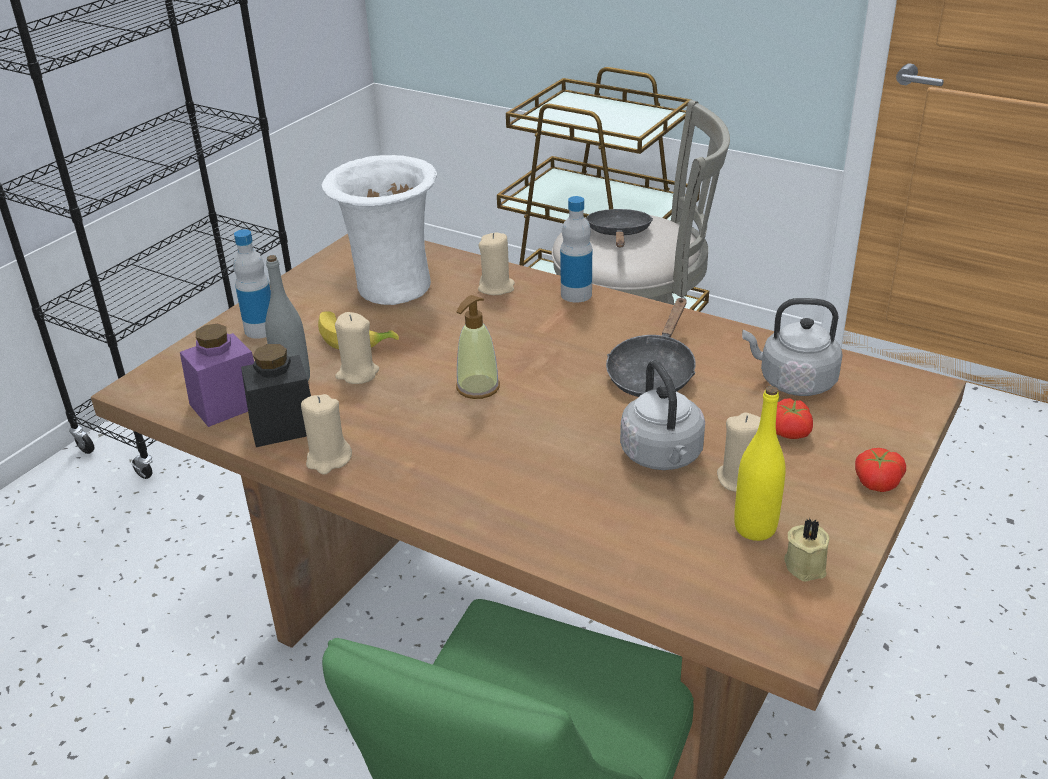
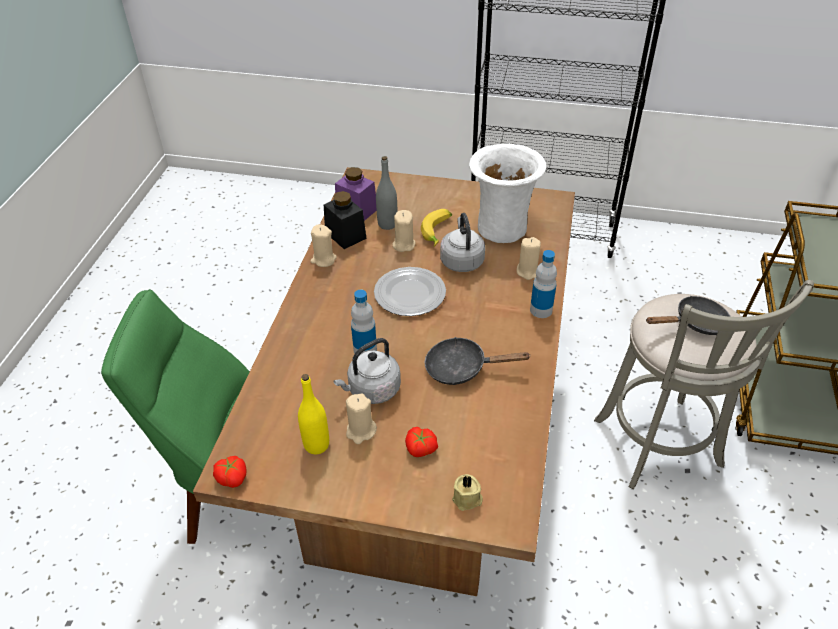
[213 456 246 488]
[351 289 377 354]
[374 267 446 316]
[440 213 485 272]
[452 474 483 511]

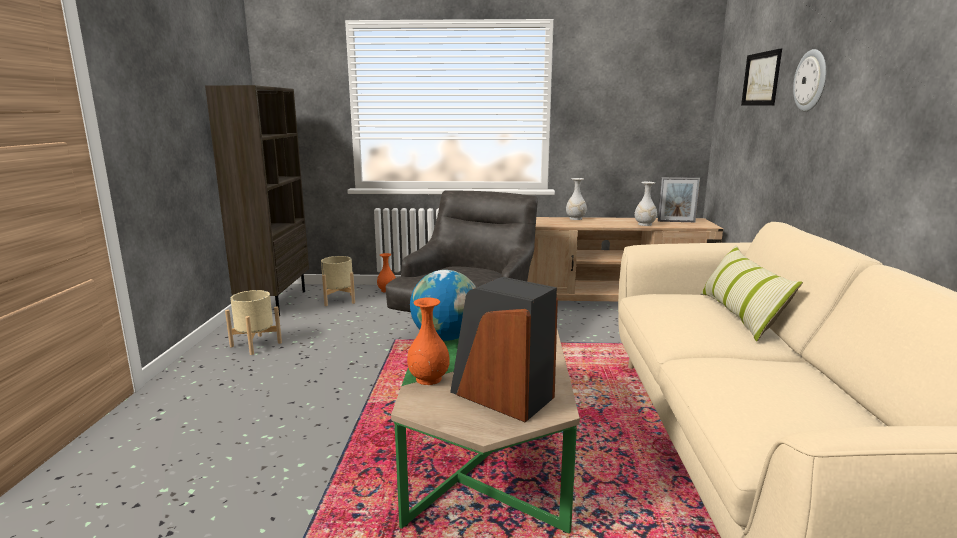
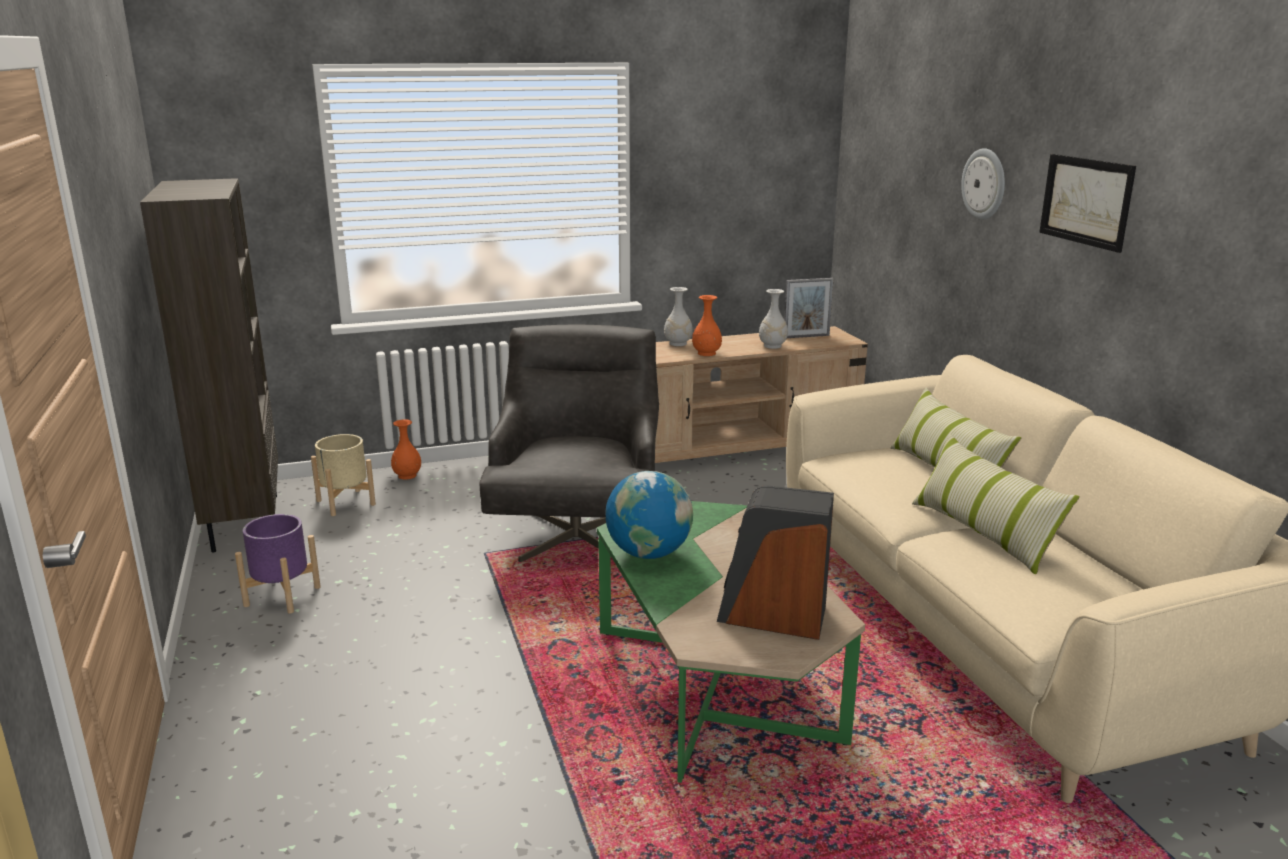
[235 514 321 613]
[692 295 722 356]
[912 434 1080 574]
[1039 154 1136 253]

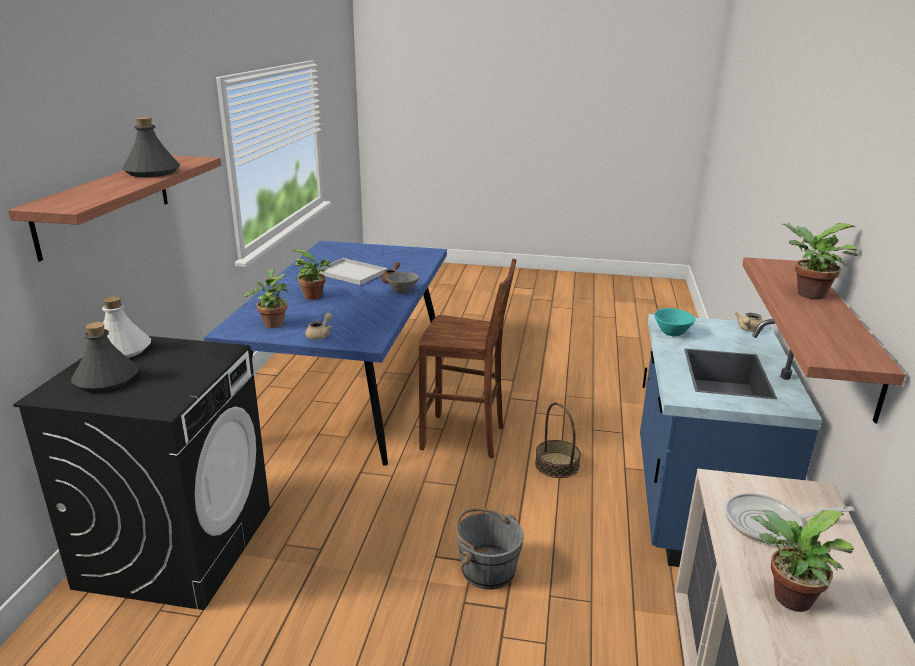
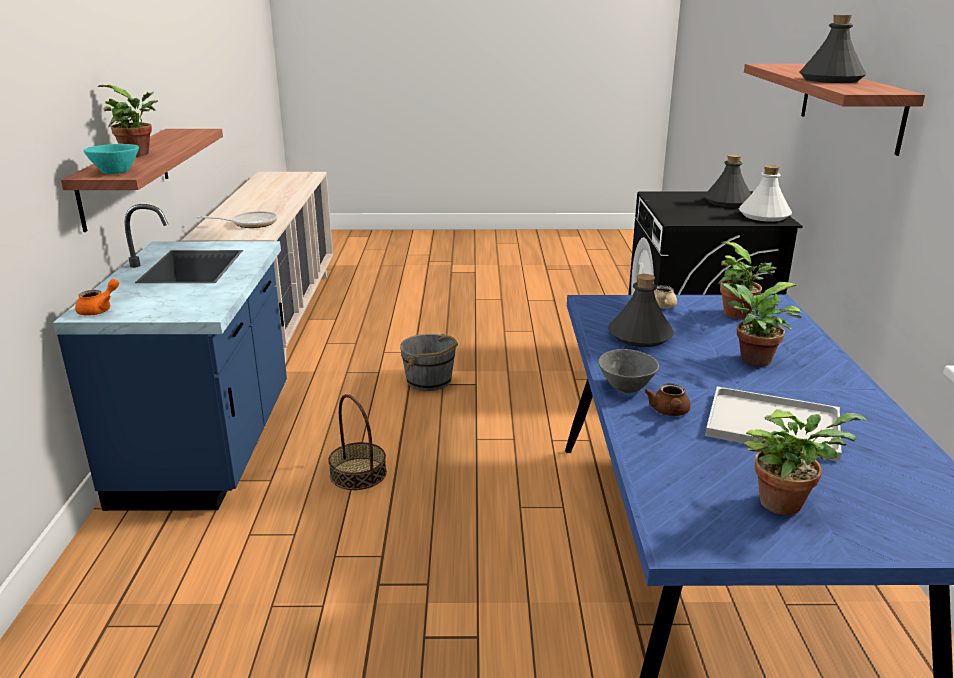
[75 279 119 316]
[83 144 139 174]
[608 274 674 347]
[744 410 866 515]
[419 259 516 458] (first image)

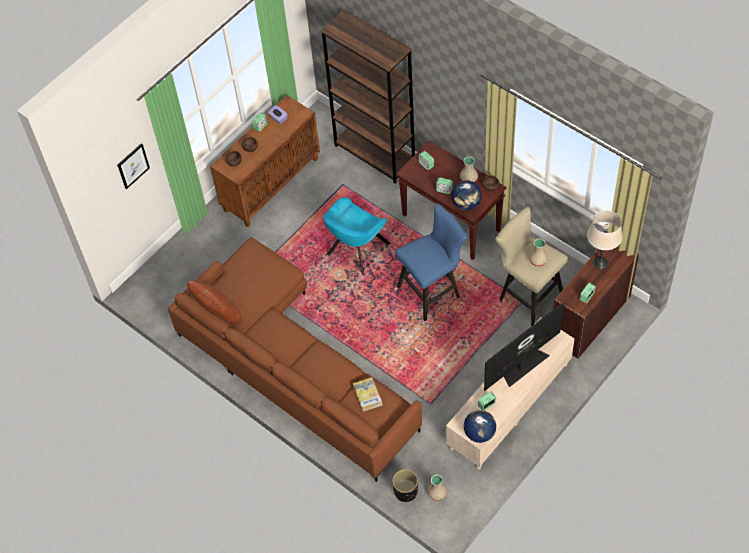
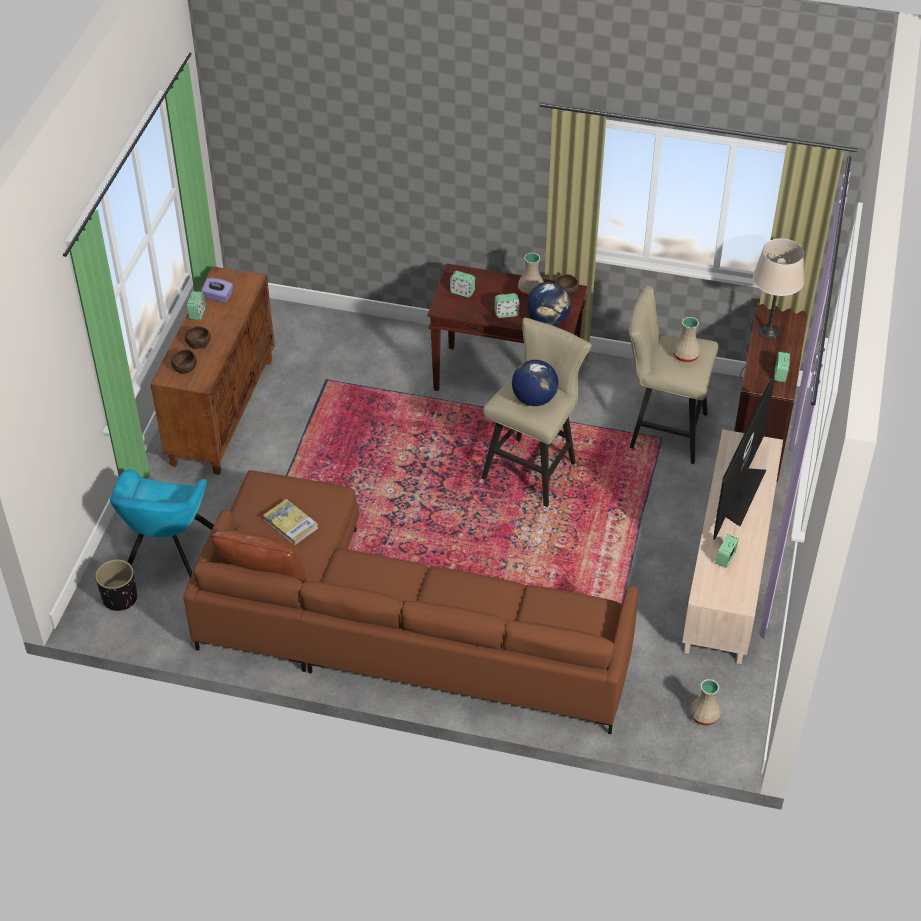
[95 559 137 611]
[110 469 214 578]
[263 499 318 545]
[481 318 592 507]
[512 360 558 406]
[117 143 150 189] (first image)
[321 10 415 184] (first image)

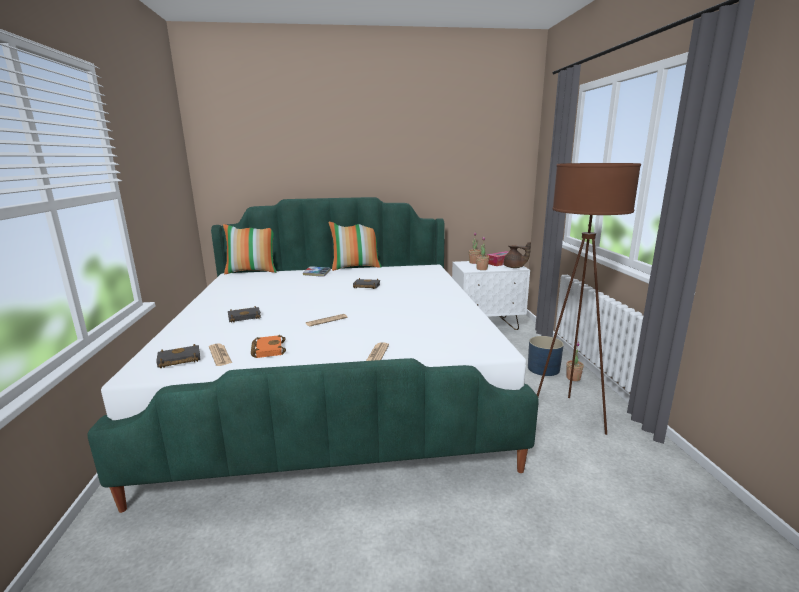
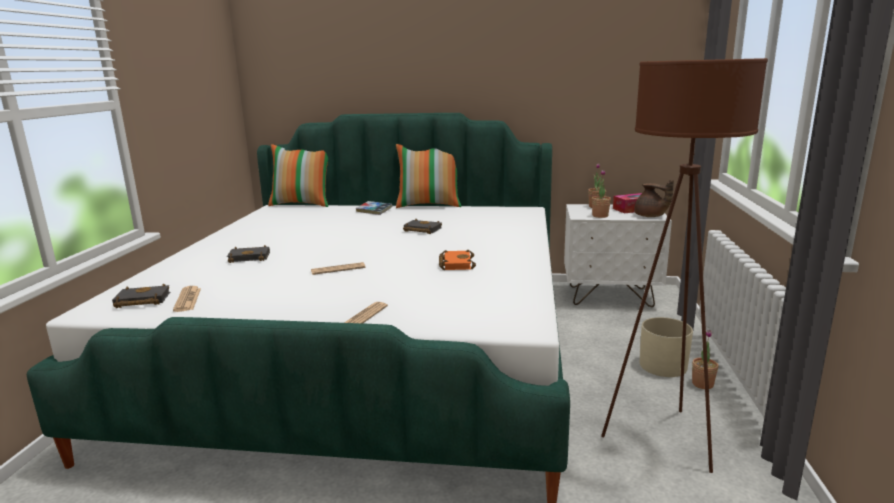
[439 250 476 270]
[640 317 693 377]

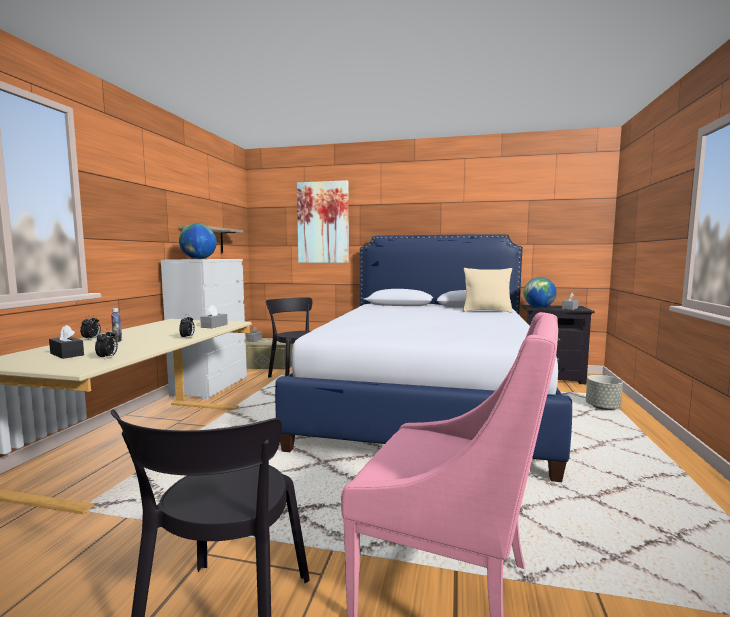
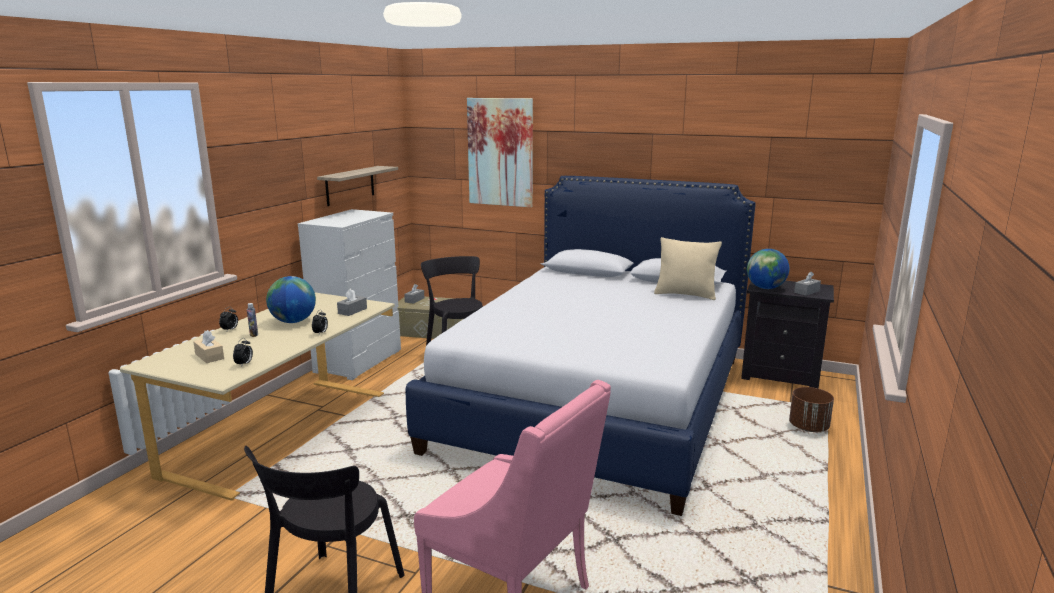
[193 330 224 363]
[266 276 316 323]
[789 387 834 432]

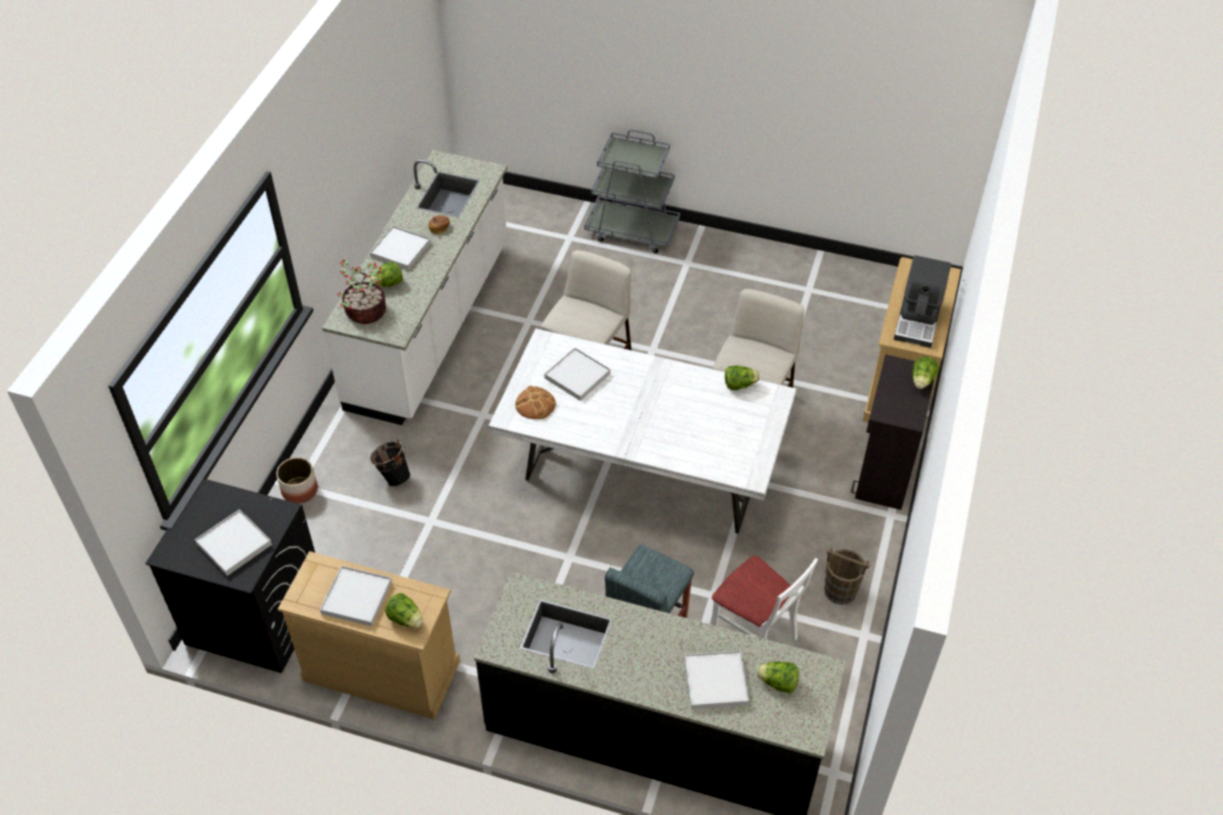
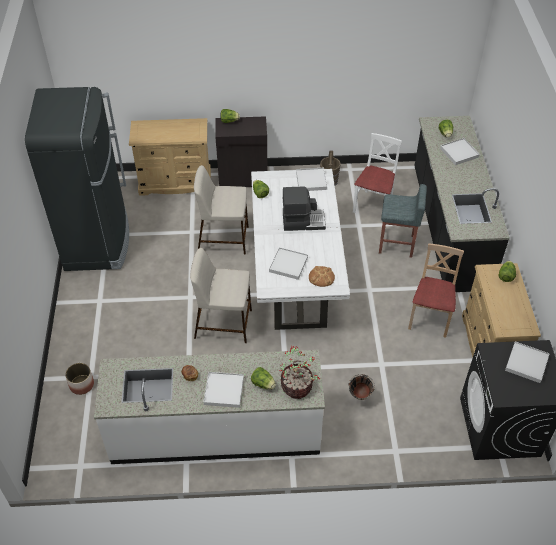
[25 87 129 271]
[65 363 94 395]
[283 186 326 231]
[296 168 327 191]
[408 243 464 338]
[584 129 680 253] (first image)

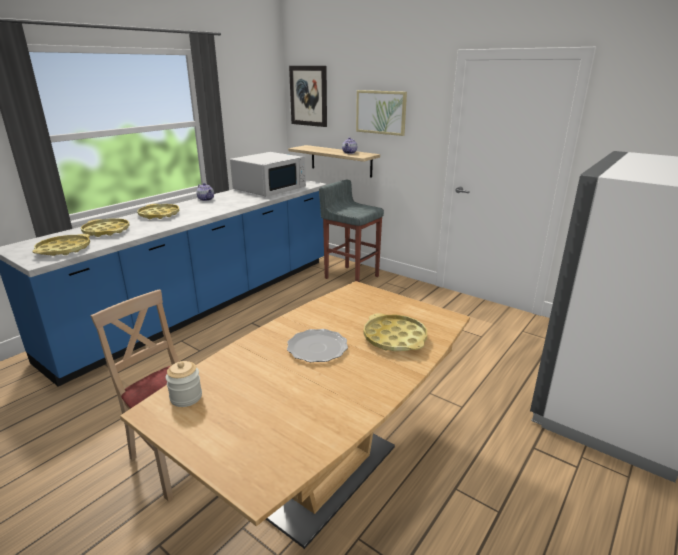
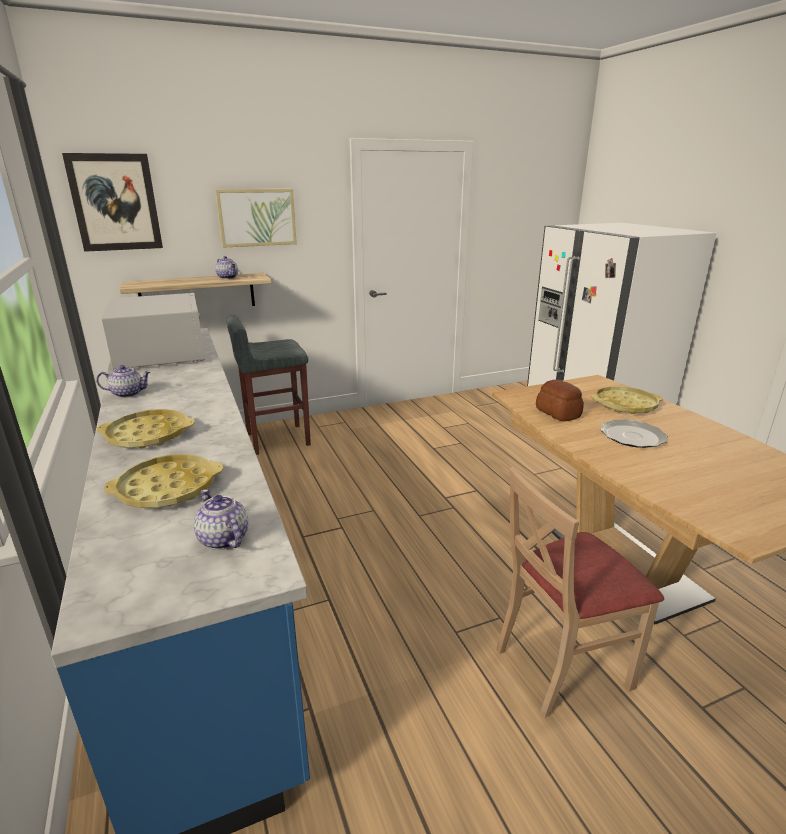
[194 489 248 550]
[536 379 584 421]
[166 361 202 407] (first image)

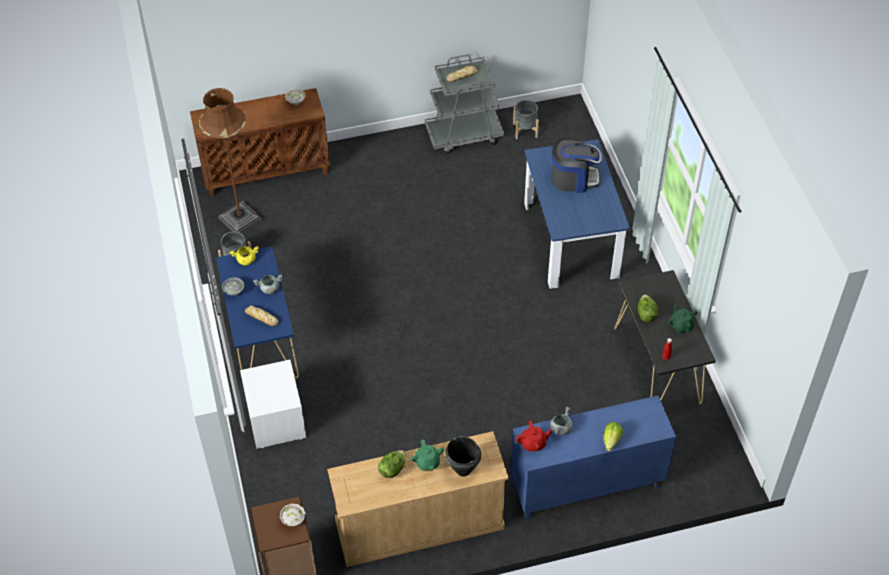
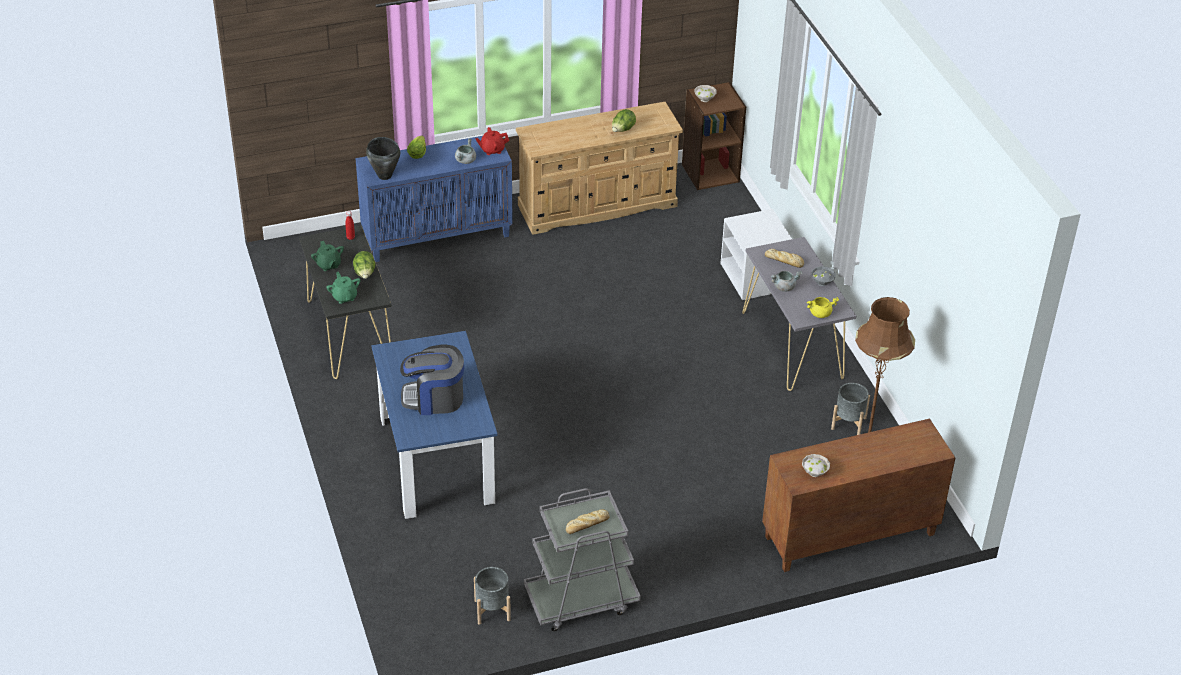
[326 272 361 304]
[366 137 400 180]
[742 237 856 391]

